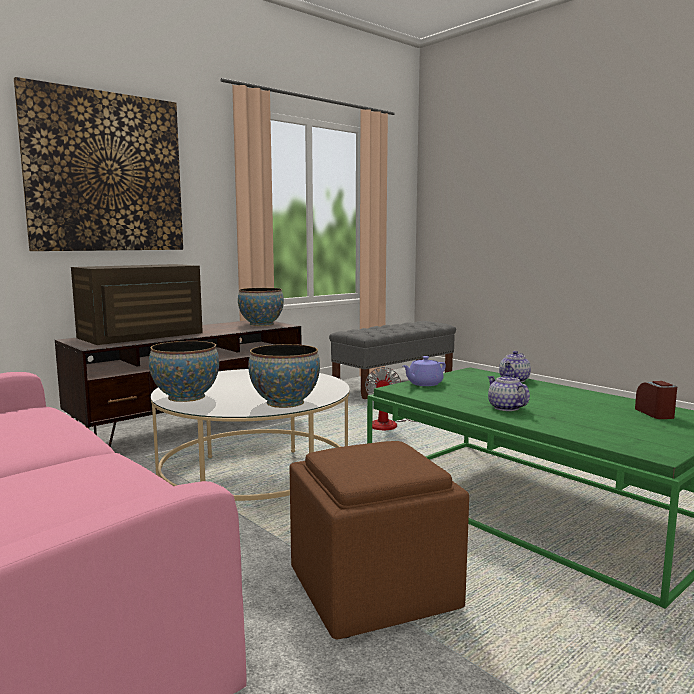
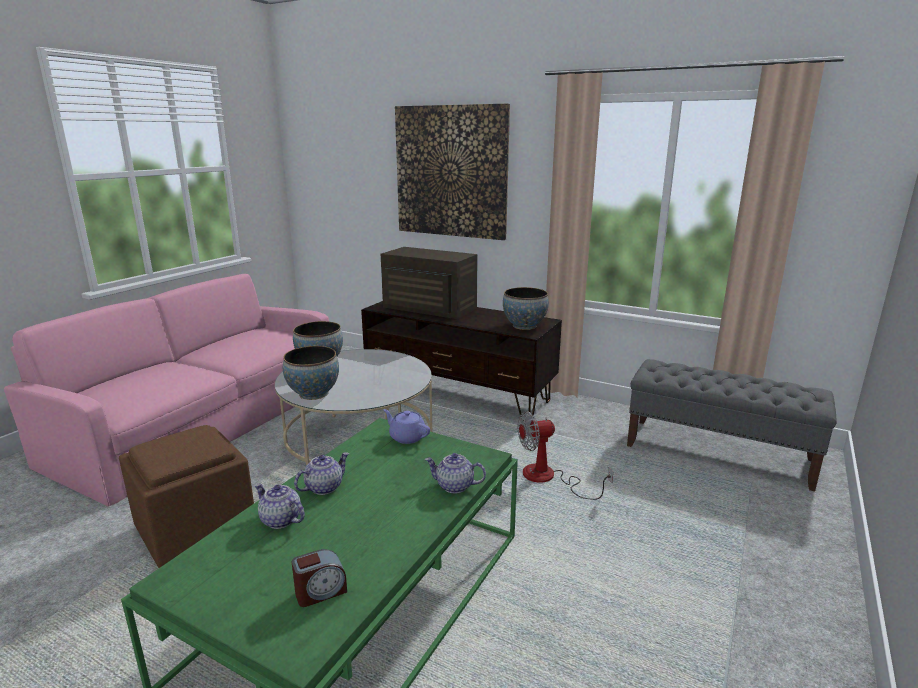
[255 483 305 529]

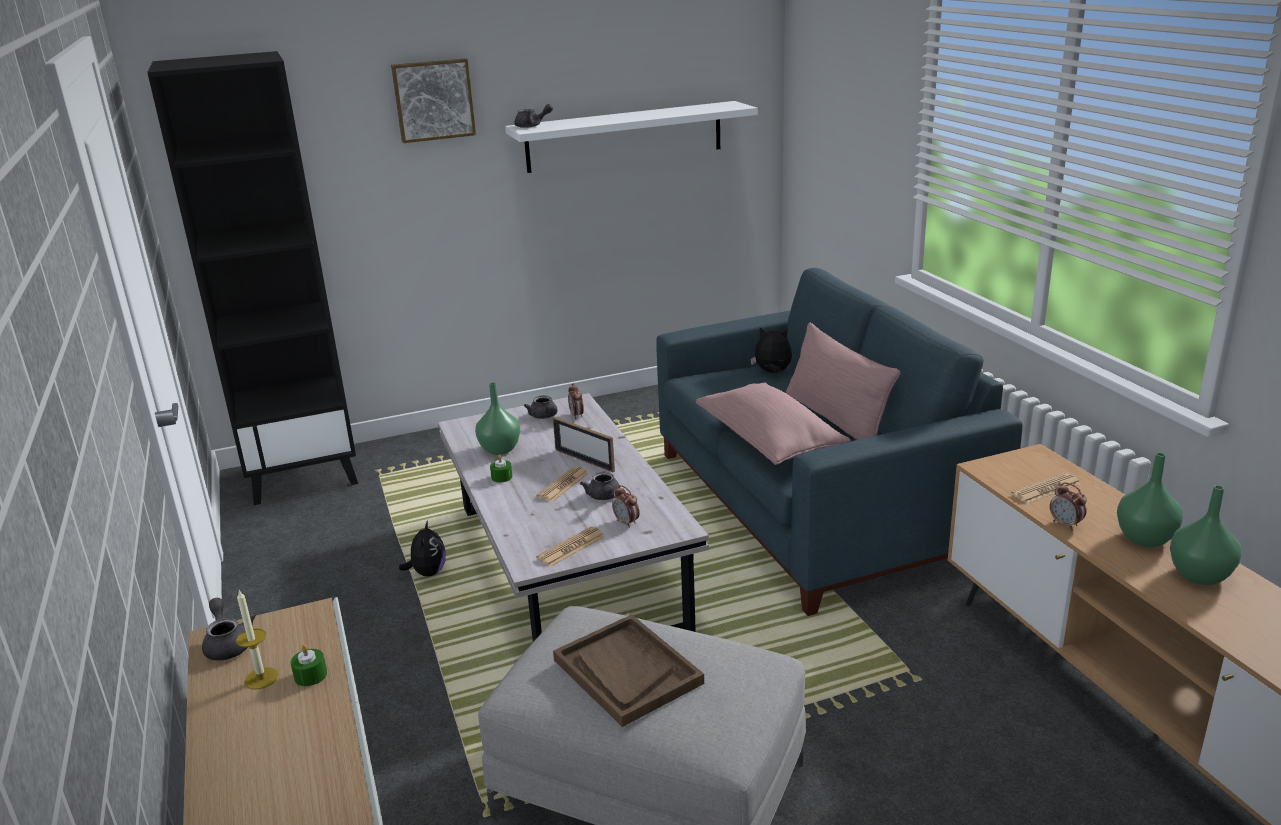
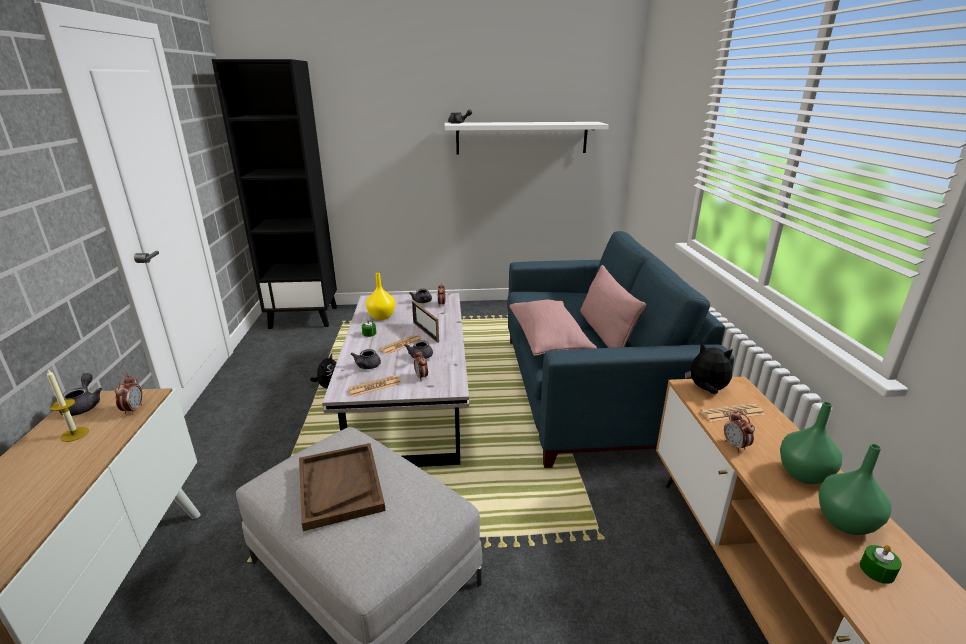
[115 375 143 415]
[351 349 381 369]
[366 273 395 320]
[685 342 733 394]
[860 545 902 584]
[391 58 476 143] (first image)

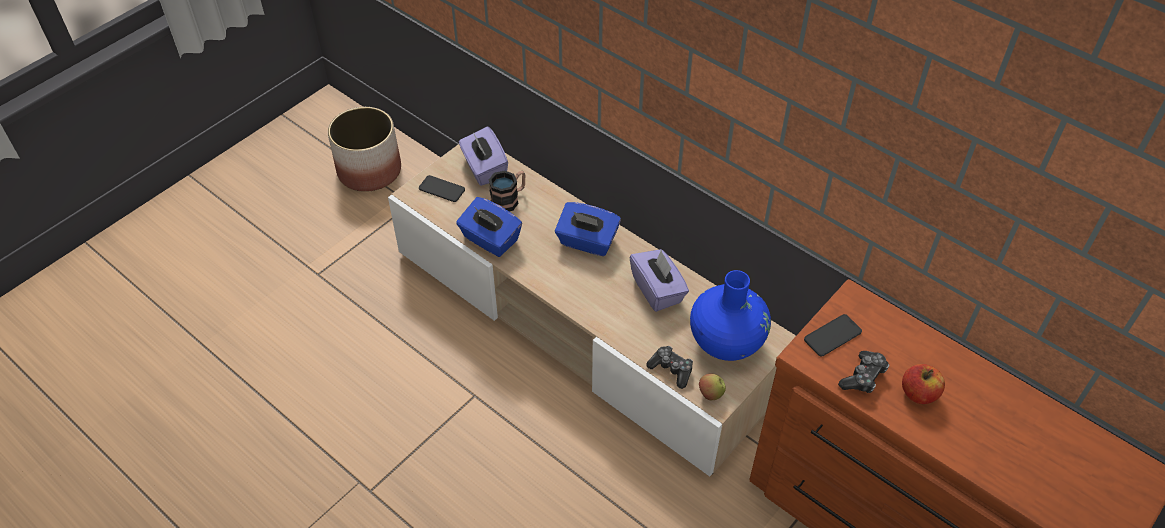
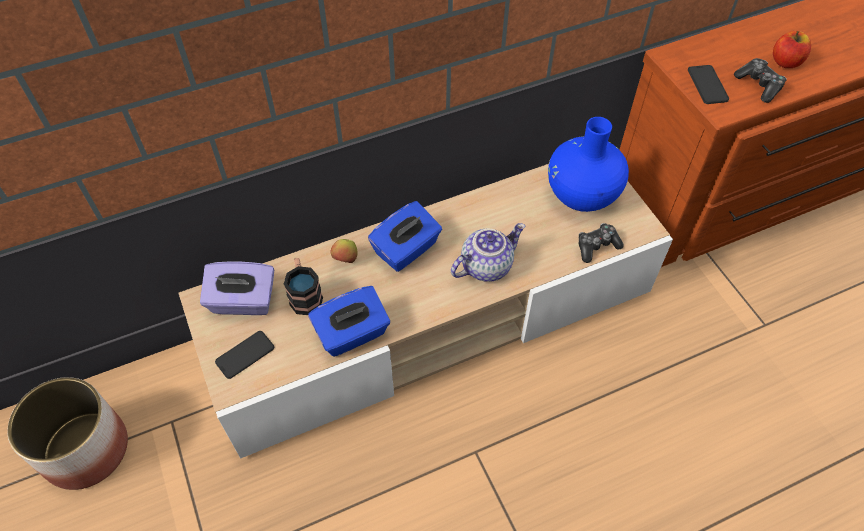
[330 239 358 263]
[451 223 525 282]
[629 249 689 312] (first image)

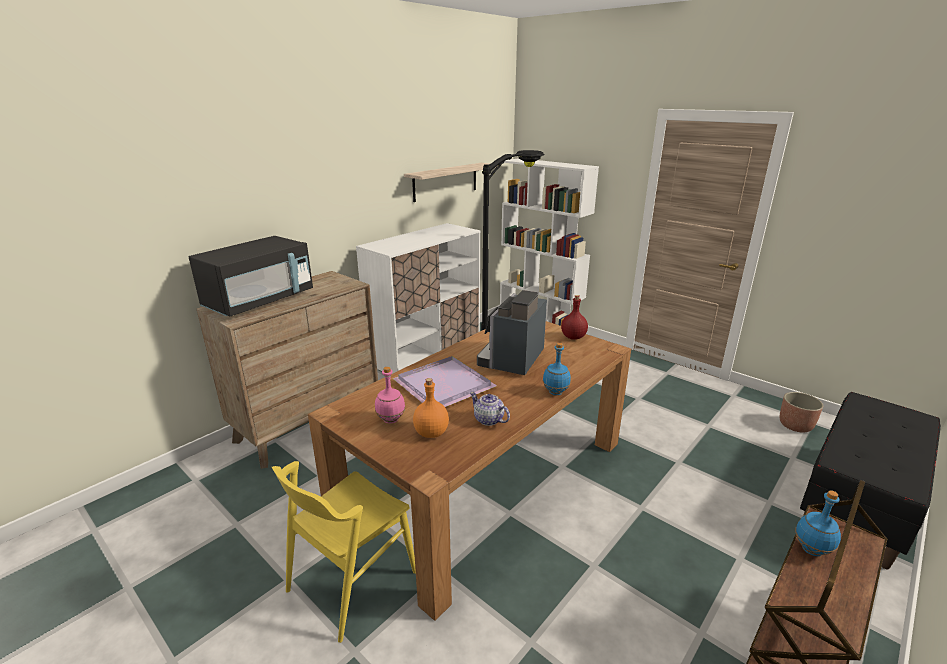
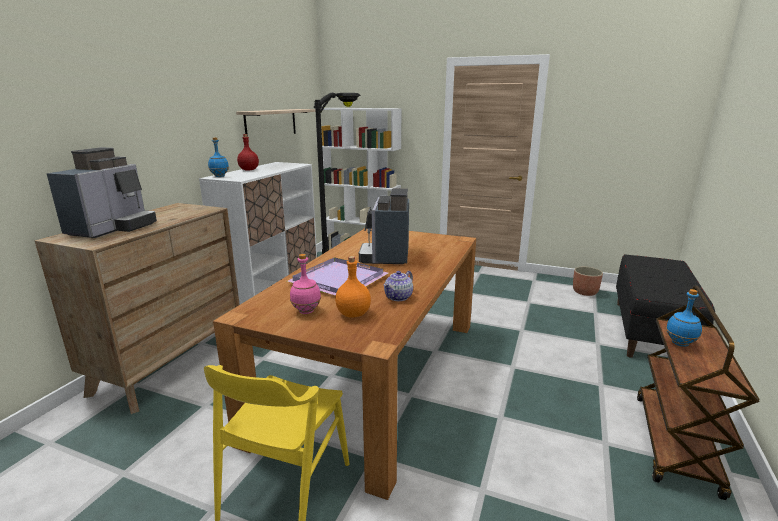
[47 147 157 238]
[208 137 229 177]
[237 134 259 171]
[384 271 413 301]

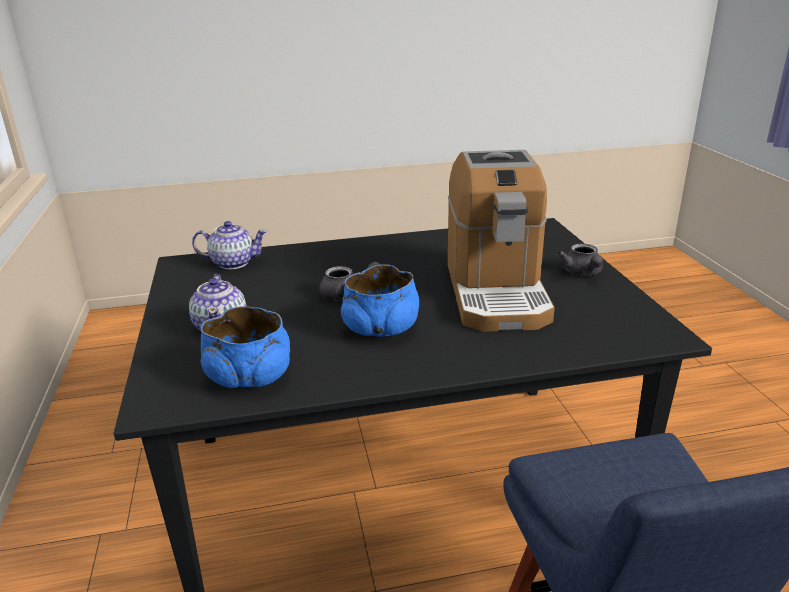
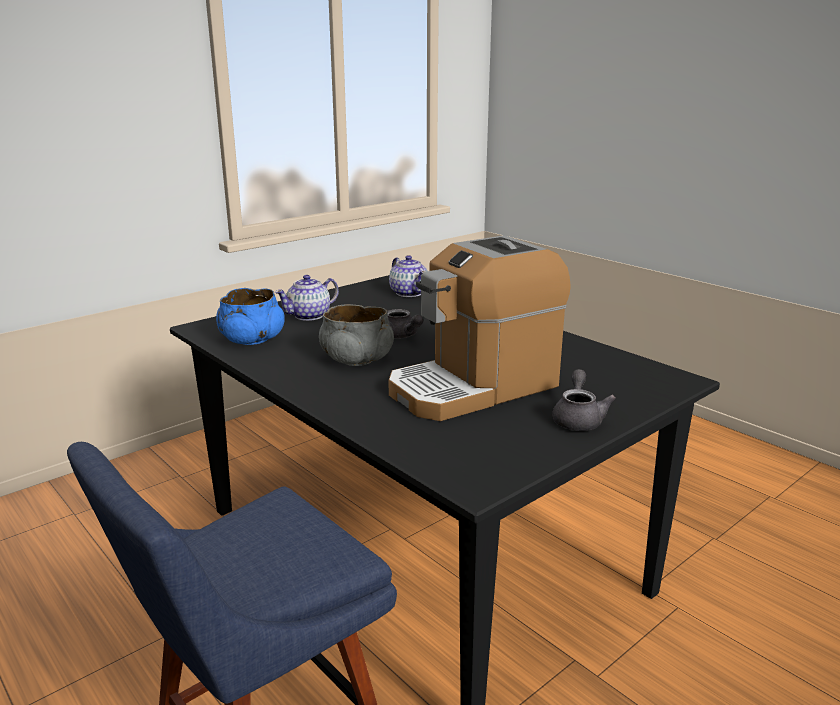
[319 304 394 366]
[552 369 616 431]

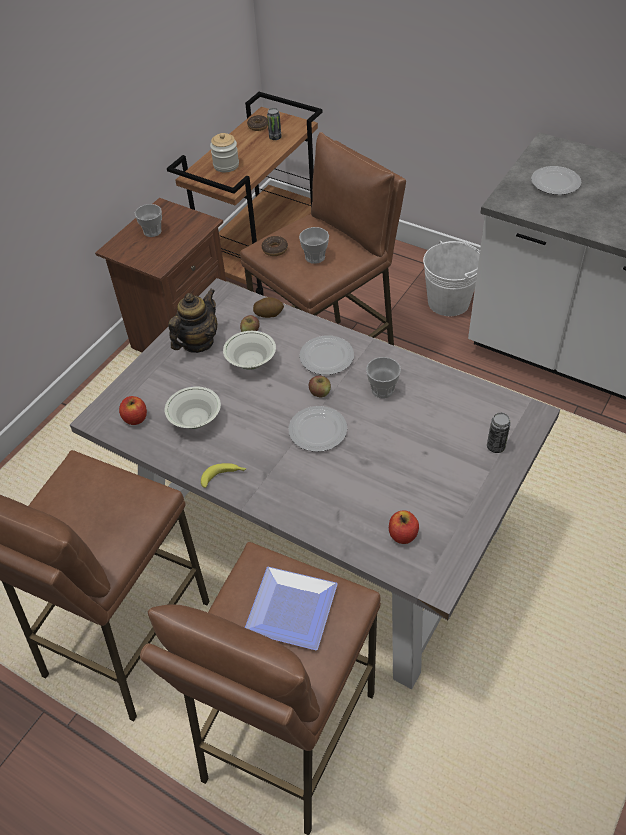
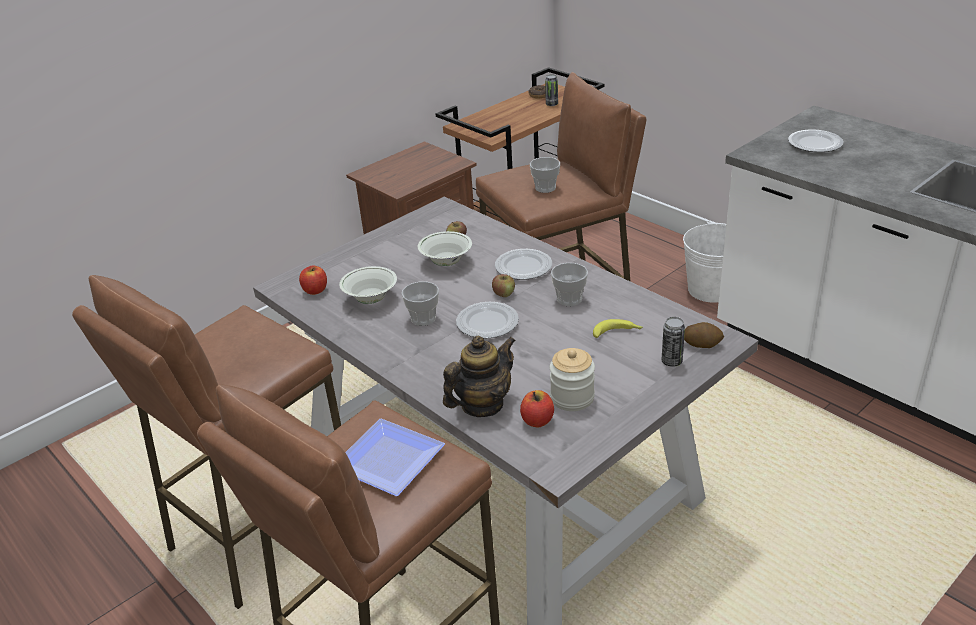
[402 281 439 326]
[443 336 516 417]
[550 348 595 411]
[593 319 643 338]
[684 322 724 348]
[262 236 288 256] (first image)

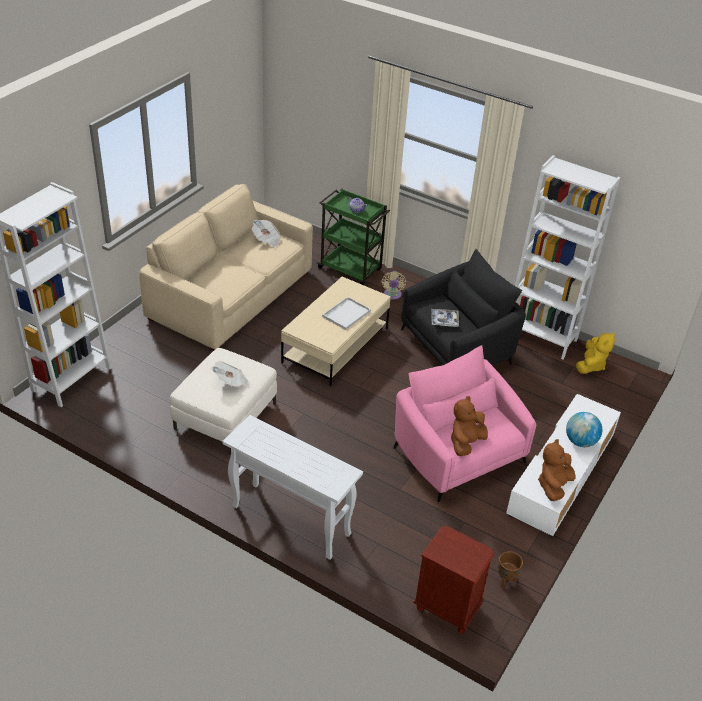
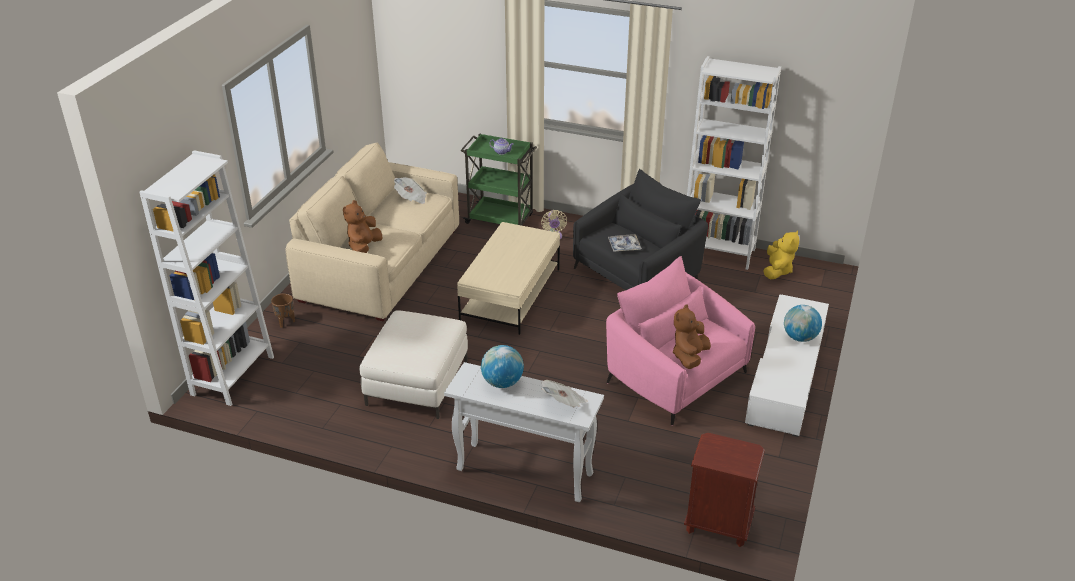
[271 294 295 328]
[343 200 383 253]
[481 345 524 388]
[541 380 588 408]
[322 297 371 330] (first image)

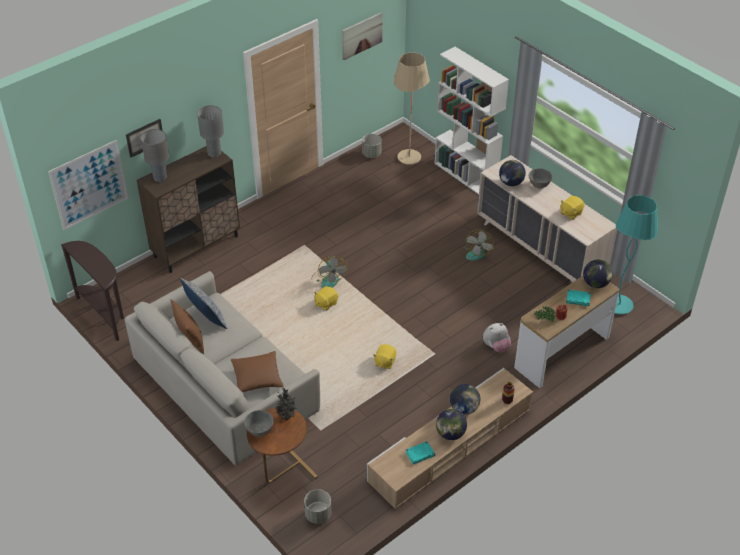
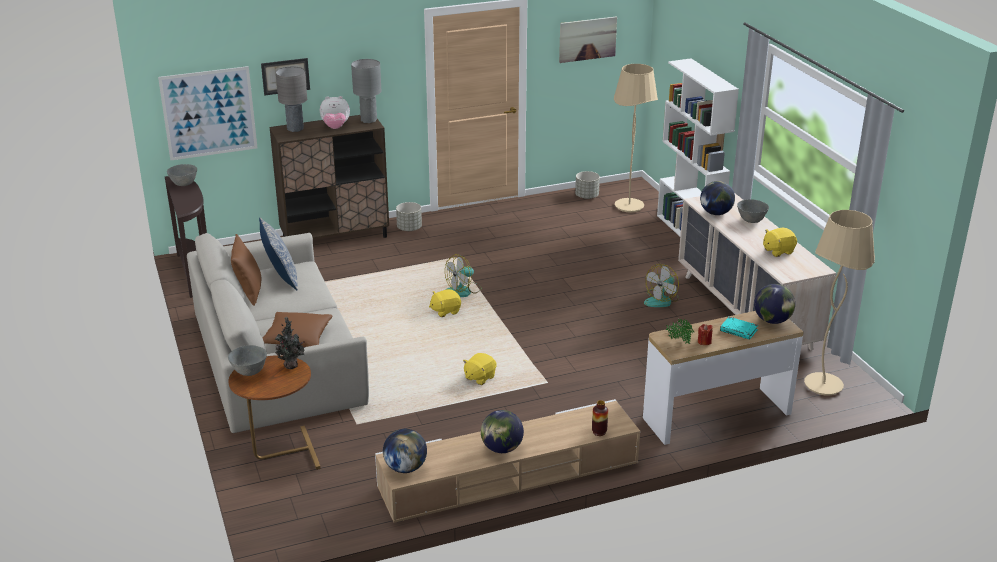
[167 164 197 186]
[320 96 350 129]
[383 429 427 473]
[396 202 422 231]
[445 254 482 297]
[804 210 875 395]
[406 441 435 464] (first image)

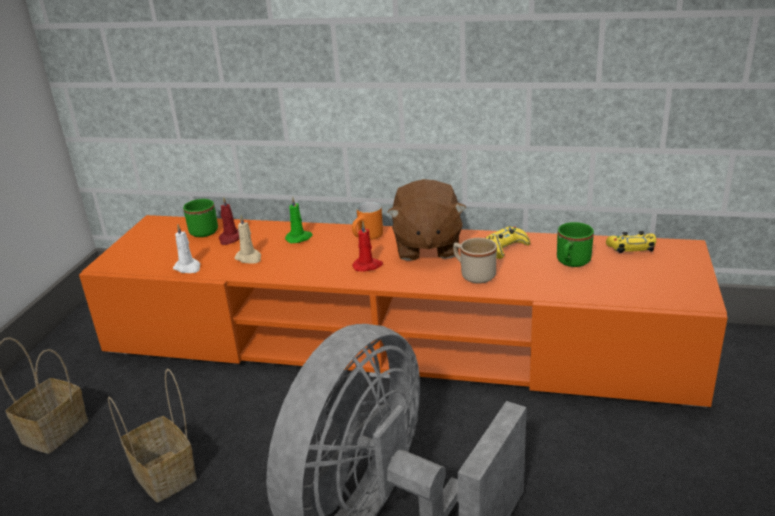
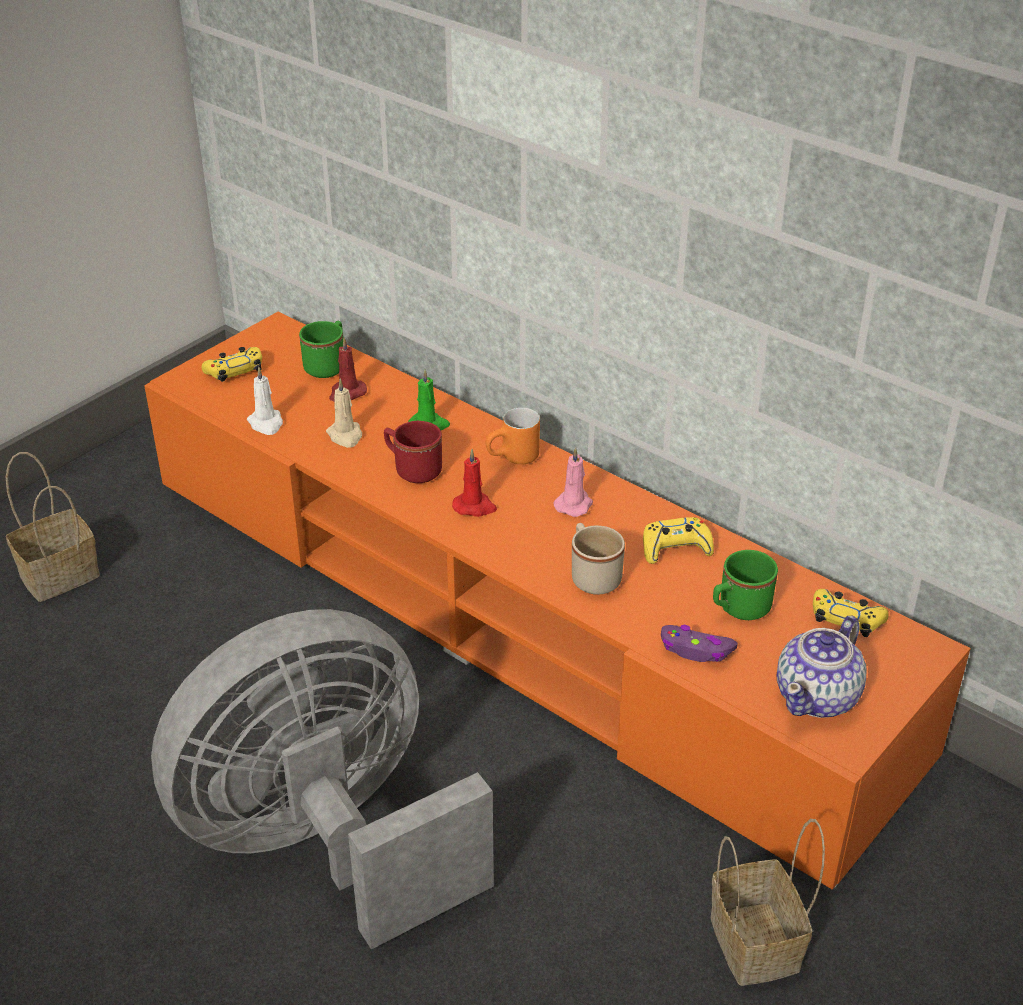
[202 347 262 382]
[384 421 442 483]
[554 447 593 517]
[661 625 738 662]
[711 819 825 986]
[777 616 867 718]

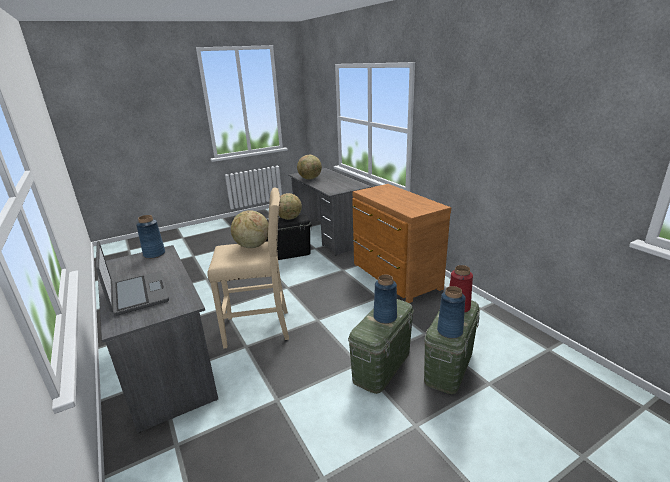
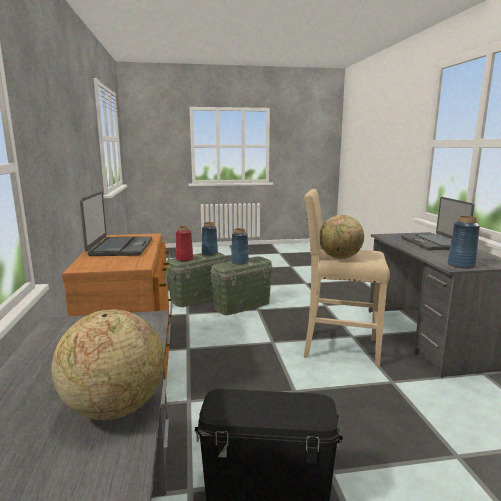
[80 191 152 256]
[279 193 302 220] (first image)

